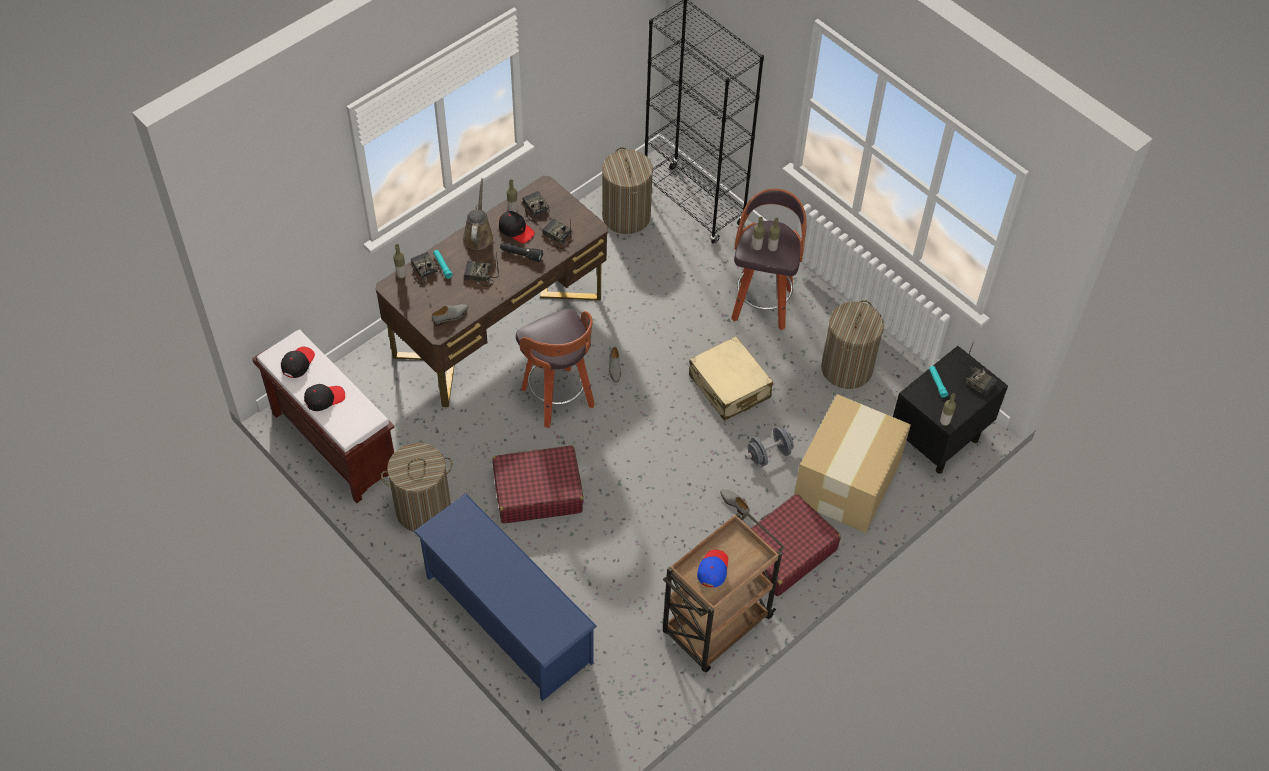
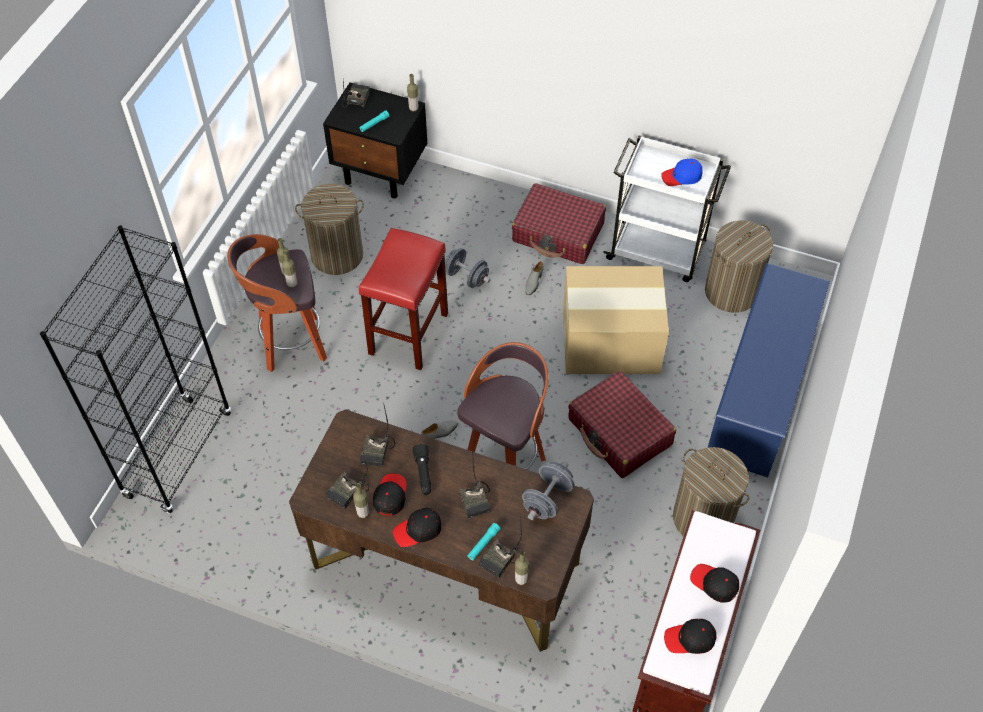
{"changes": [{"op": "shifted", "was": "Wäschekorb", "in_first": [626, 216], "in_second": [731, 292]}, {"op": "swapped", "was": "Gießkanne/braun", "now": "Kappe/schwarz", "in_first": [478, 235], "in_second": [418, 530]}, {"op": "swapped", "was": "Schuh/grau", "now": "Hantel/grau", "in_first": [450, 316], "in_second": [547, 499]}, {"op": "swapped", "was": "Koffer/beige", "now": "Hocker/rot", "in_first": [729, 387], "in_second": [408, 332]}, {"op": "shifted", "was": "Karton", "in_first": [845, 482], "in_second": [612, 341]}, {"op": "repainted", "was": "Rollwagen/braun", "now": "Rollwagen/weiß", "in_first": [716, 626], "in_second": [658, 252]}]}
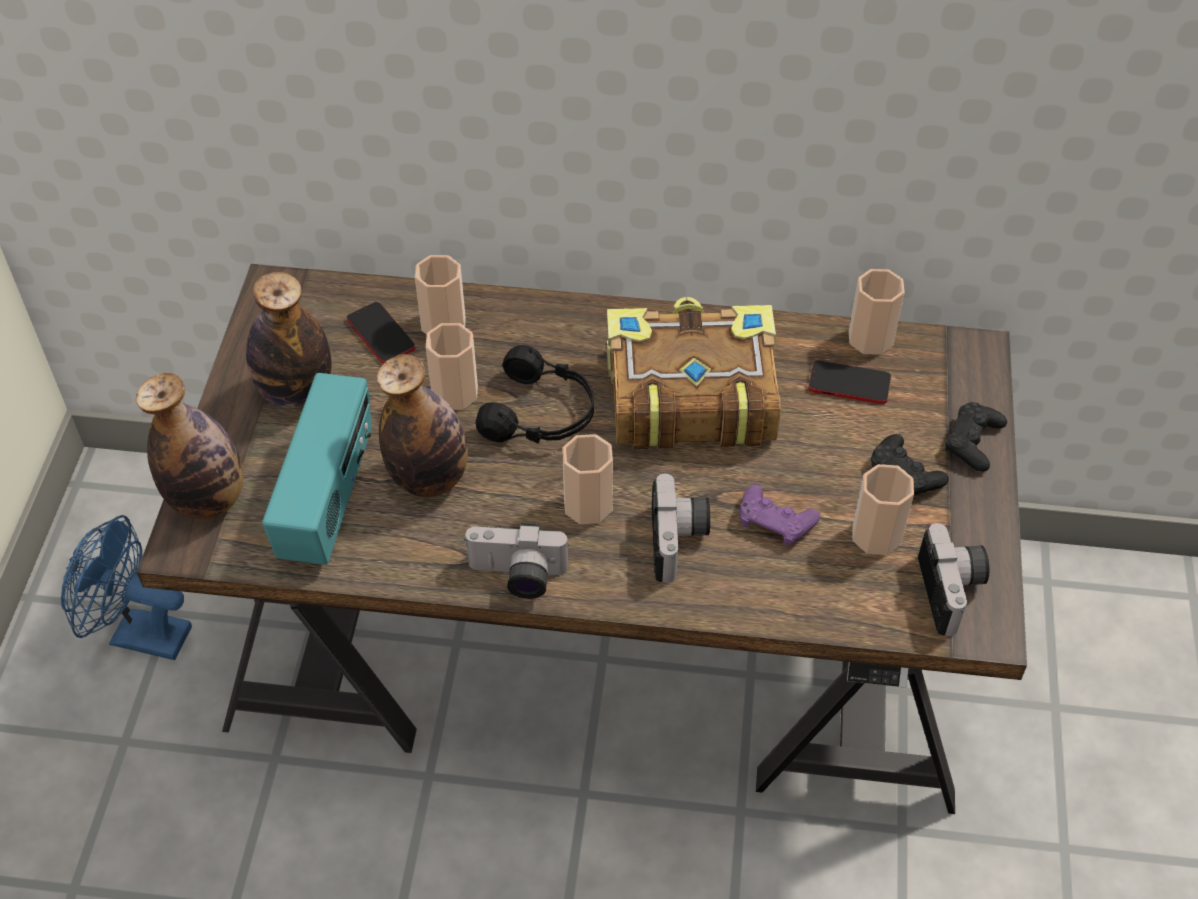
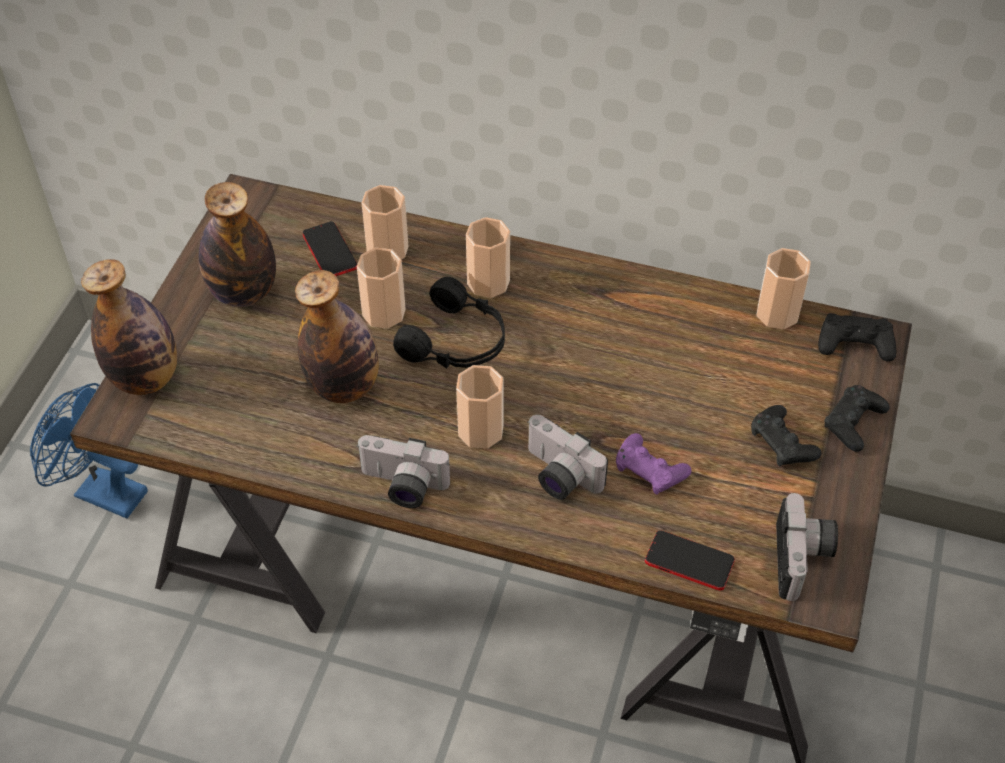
{"changes": [{"op": "gone", "was": "Buch", "in_first": [688, 394]}, {"op": "shifted", "was": "Handy", "in_first": [849, 383], "in_second": [689, 561]}, {"op": "gone", "was": "Radio", "in_first": [329, 499]}, {"op": "shifted", "was": "Tasse", "in_first": [876, 535], "in_second": [488, 282]}, {"op": "rotated", "was": "Kamera", "in_first": [680, 541], "in_second": [557, 476], "clockwise": 120}, {"op": "new", "now": "Gamepad/schwarz", "in_second": [855, 343]}]}
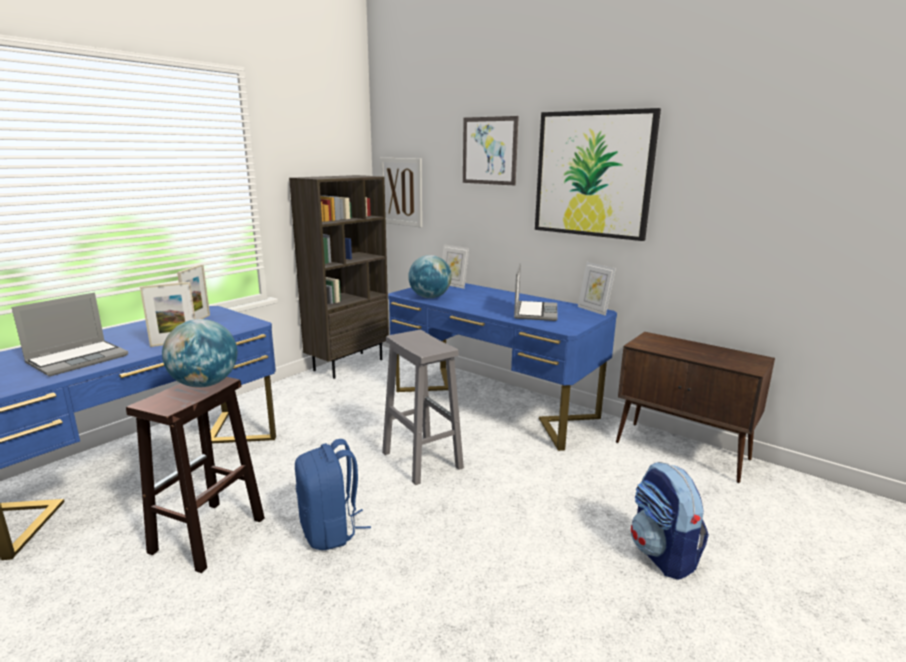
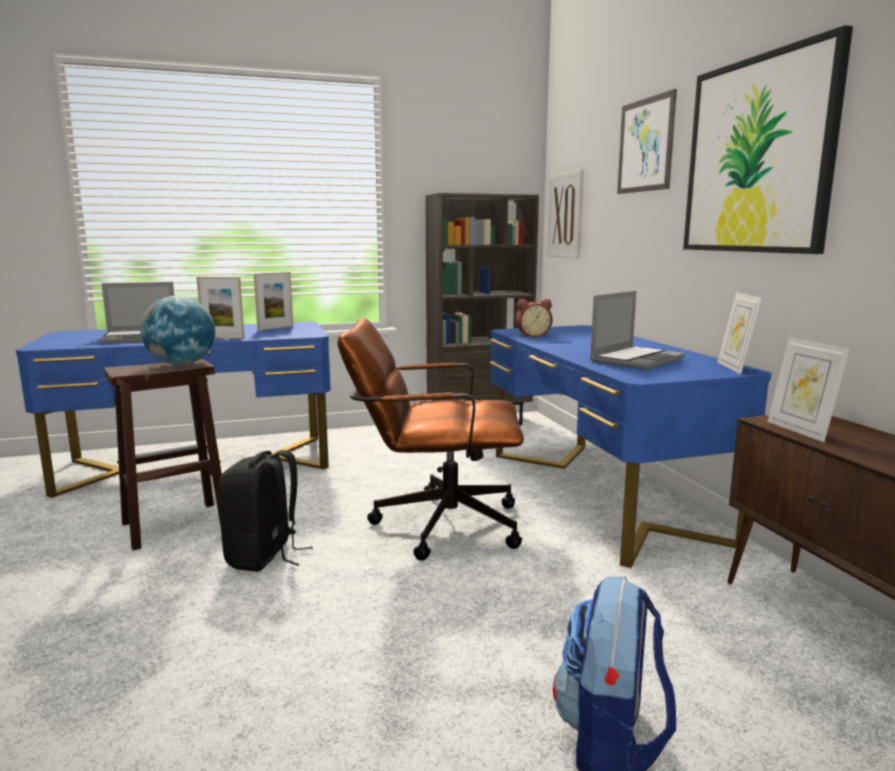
{"changes": [{"op": "shifted", "was": "Bilderrahmen", "in_first": [453, 285], "in_second": [800, 431]}, {"op": "swapped", "was": "Globus", "now": "Wecker", "in_first": [430, 297], "in_second": [532, 336]}, {"op": "swapped", "was": "Hocker/grau", "now": "Bürostuhl/braun", "in_first": [421, 460], "in_second": [434, 524]}, {"op": "repainted", "was": "Rucksack/blau", "now": "Rucksack/schwarz", "in_first": [330, 531], "in_second": [264, 556]}]}
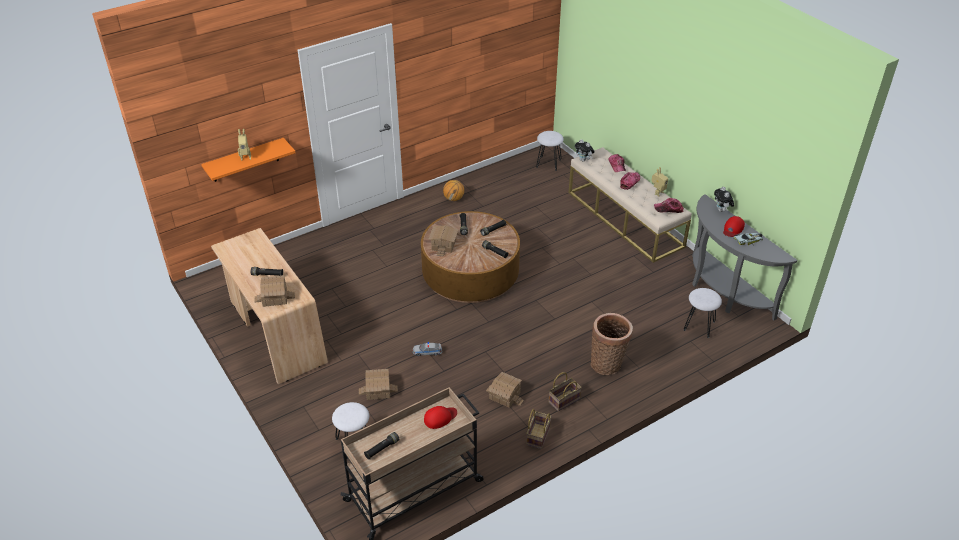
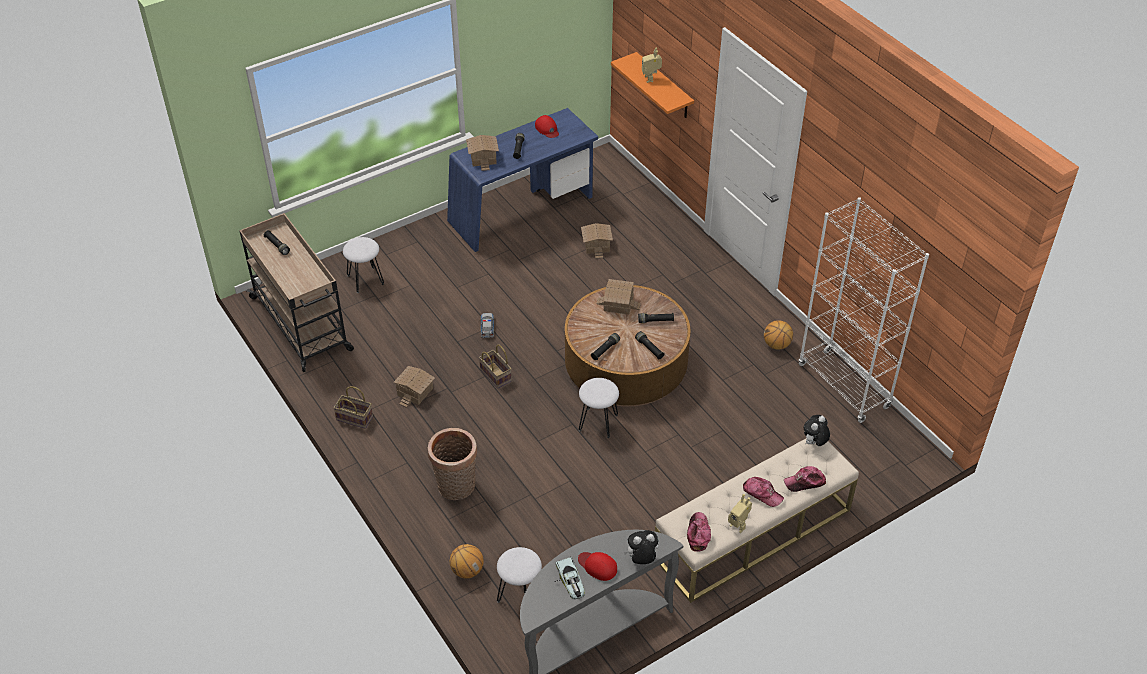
{"changes": [{"op": "shifted", "was": "Hocker/weiß", "in_first": [548, 163], "in_second": [598, 422]}, {"op": "repainted", "was": "Schreibtisch/beige", "now": "Schreibtisch/blau", "in_first": [274, 332], "in_second": [522, 211]}, {"op": "shifted", "was": "Spielzeughaus", "in_first": [378, 390], "in_second": [597, 245]}, {"op": "shifted", "was": "Korb", "in_first": [564, 399], "in_second": [496, 375]}, {"op": "shifted", "was": "Kappe/rot", "in_first": [440, 418], "in_second": [547, 129]}, {"op": "new", "now": "Bücherregal/weiß", "in_second": [843, 386]}, {"op": "new", "now": "Basketball", "in_second": [467, 570]}]}
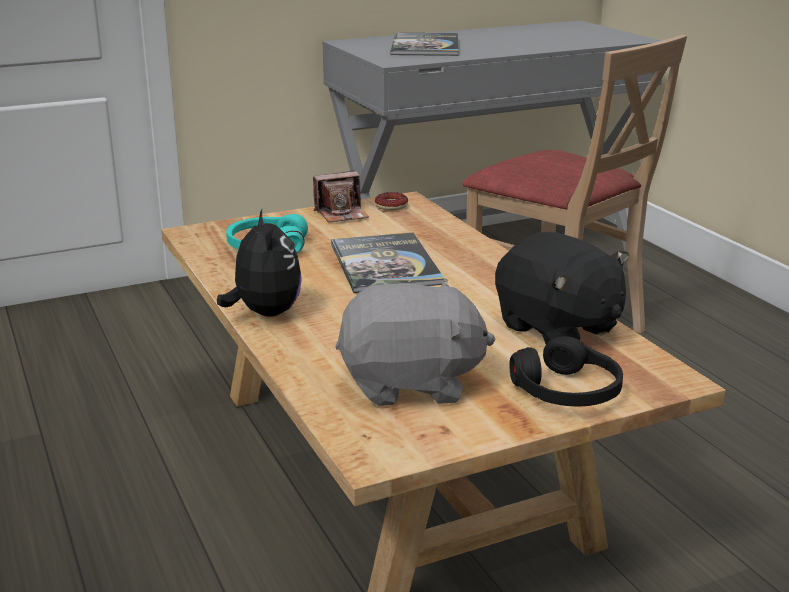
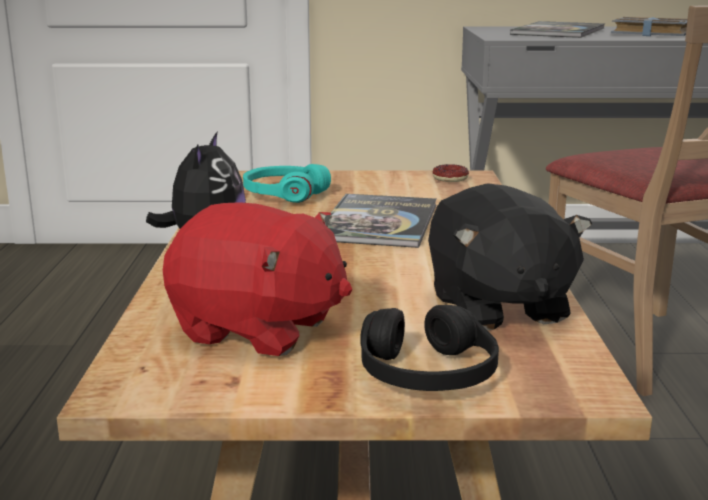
{"changes": [{"op": "gone", "was": "Kamera", "in_first": [341, 214]}, {"op": "repainted", "was": "Plüschtier/grau", "now": "Plüschtier/rot", "in_first": [411, 384], "in_second": [258, 329]}, {"op": "new", "now": "Buch/grau", "in_second": [649, 34]}]}
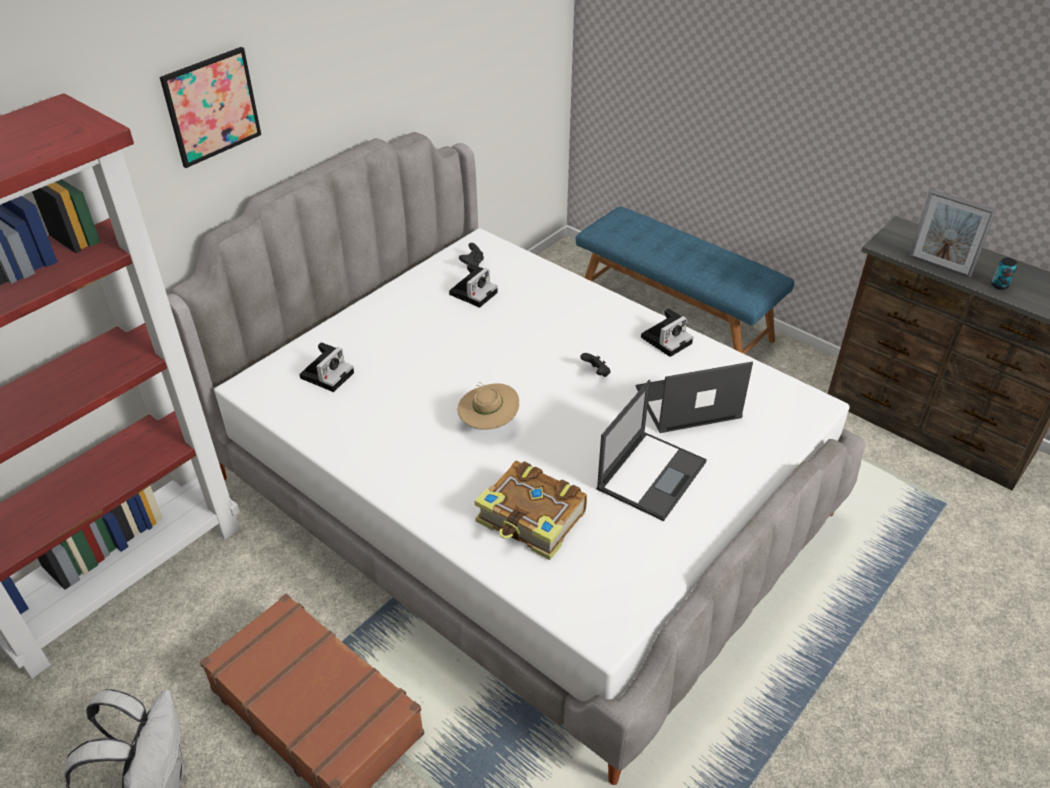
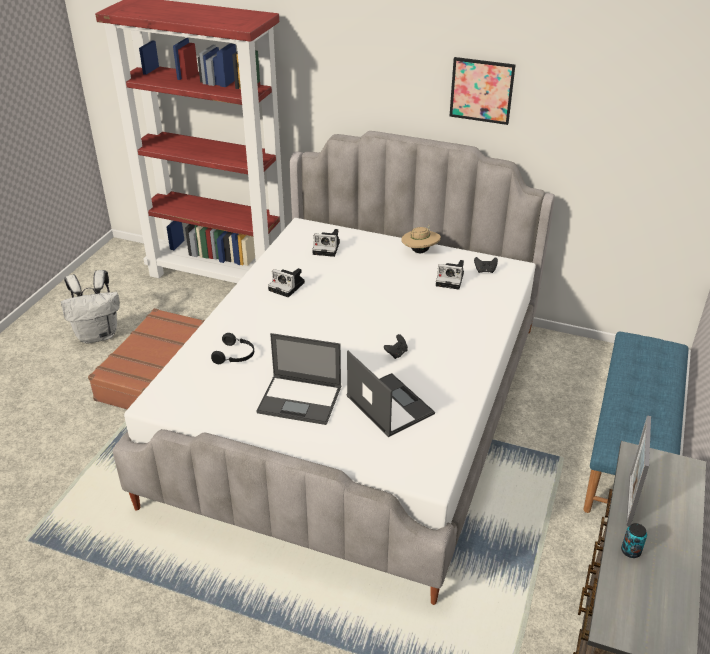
{"changes": [{"op": "shifted", "was": "Bild", "in_first": [212, 107], "in_second": [481, 90]}, {"op": "shifted", "was": "Kamera", "in_first": [667, 339], "in_second": [288, 286]}, {"op": "shifted", "was": "Hut/beige", "in_first": [488, 423], "in_second": [420, 251]}, {"op": "swapped", "was": "Buch", "now": "Kopfhörer/schwarz", "in_first": [532, 520], "in_second": [235, 355]}]}
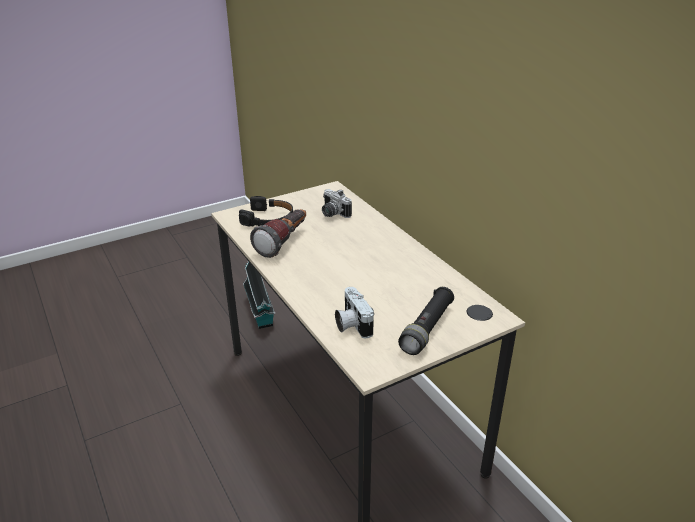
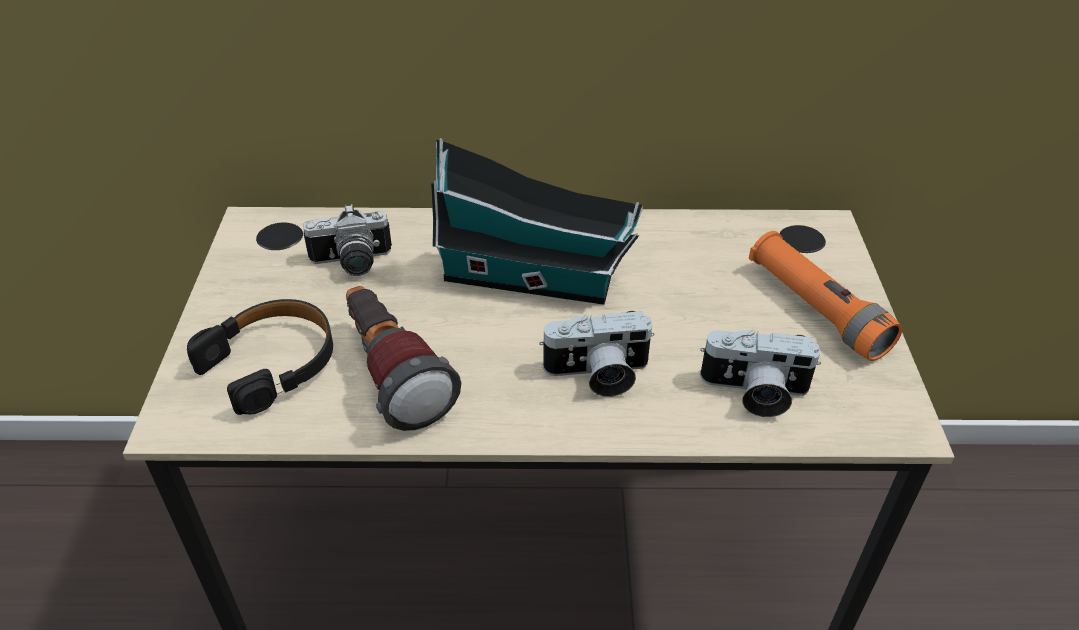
{"changes": [{"op": "shifted", "was": "Spielzeughaus", "in_first": [260, 312], "in_second": [534, 280]}, {"op": "repainted", "was": "Taschenlampe/schwarz", "now": "Taschenlampe/orange", "in_first": [427, 328], "in_second": [816, 309]}, {"op": "new", "now": "Kamera", "in_second": [597, 375]}]}
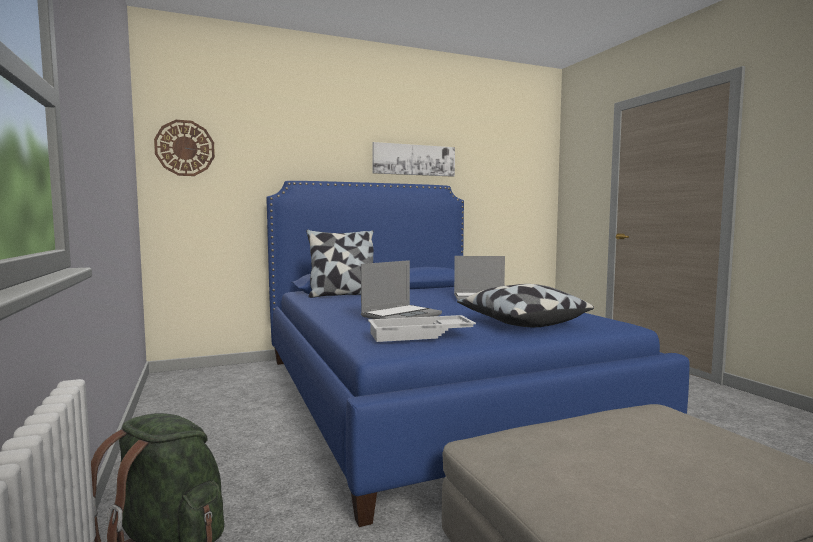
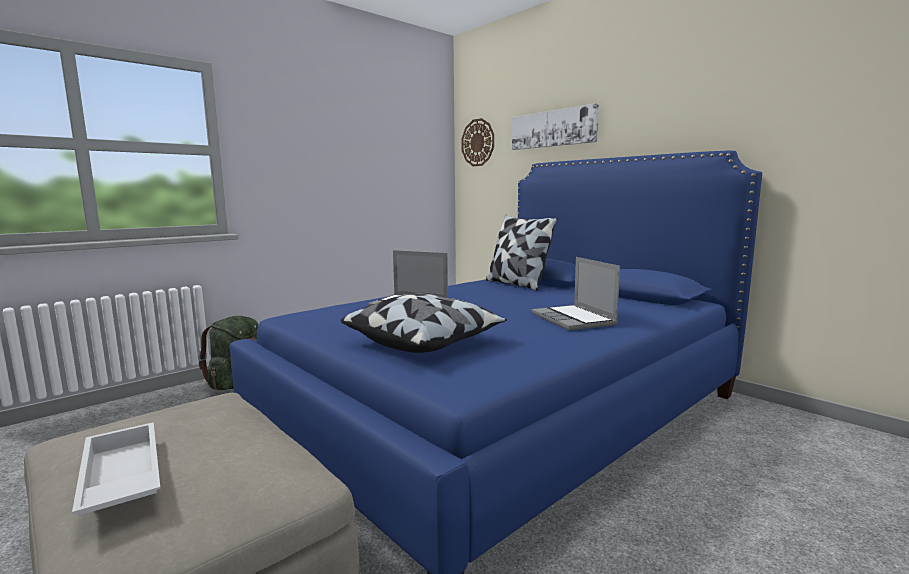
{"changes": [{"op": "shifted", "was": "Bild", "in_first": [414, 160], "in_second": [553, 128]}, {"op": "shifted", "was": "Tablett/weiß", "in_first": [420, 335], "in_second": [119, 479]}]}
